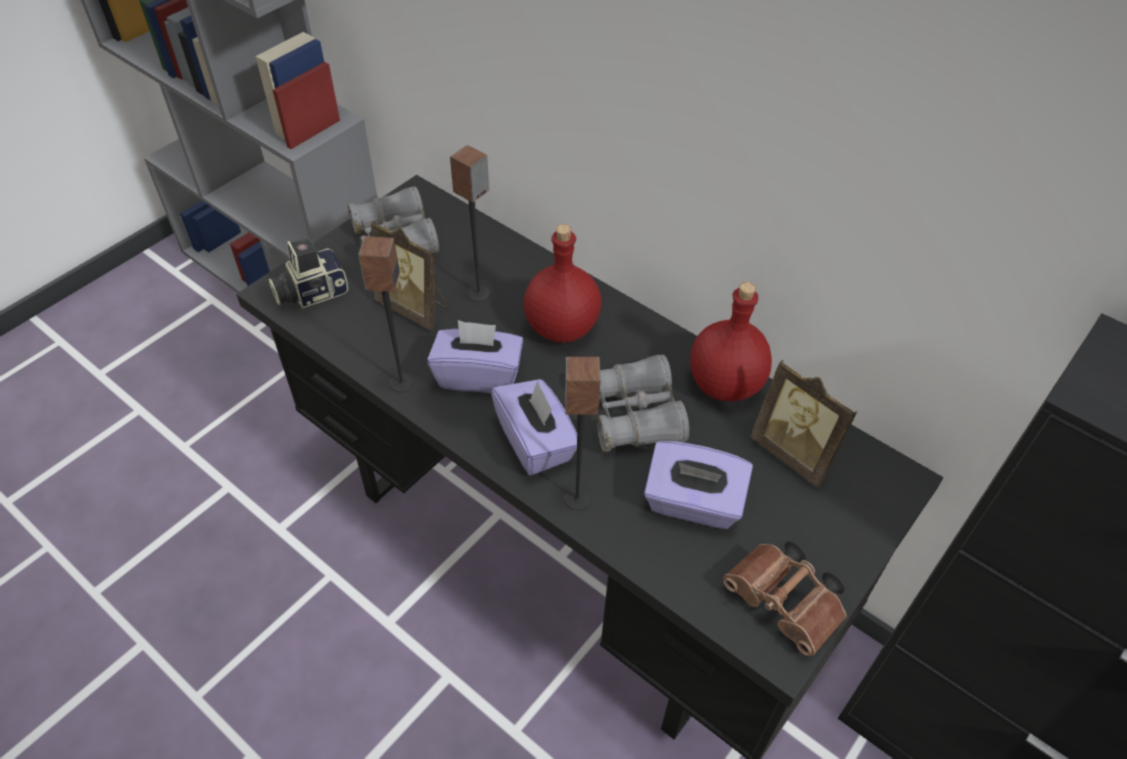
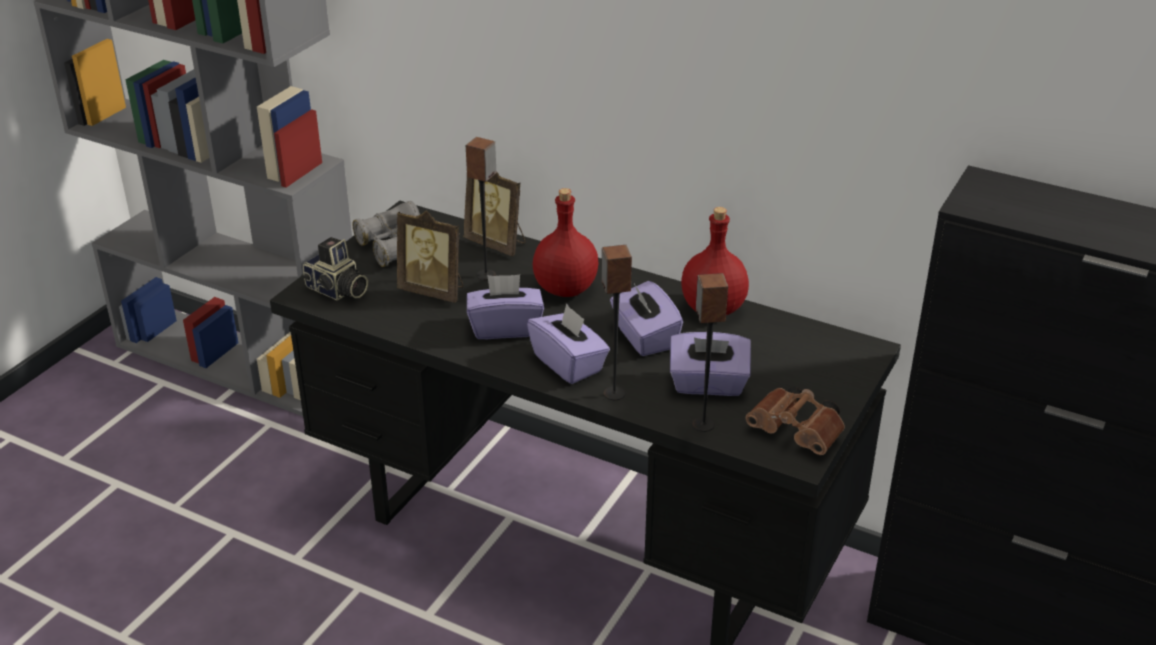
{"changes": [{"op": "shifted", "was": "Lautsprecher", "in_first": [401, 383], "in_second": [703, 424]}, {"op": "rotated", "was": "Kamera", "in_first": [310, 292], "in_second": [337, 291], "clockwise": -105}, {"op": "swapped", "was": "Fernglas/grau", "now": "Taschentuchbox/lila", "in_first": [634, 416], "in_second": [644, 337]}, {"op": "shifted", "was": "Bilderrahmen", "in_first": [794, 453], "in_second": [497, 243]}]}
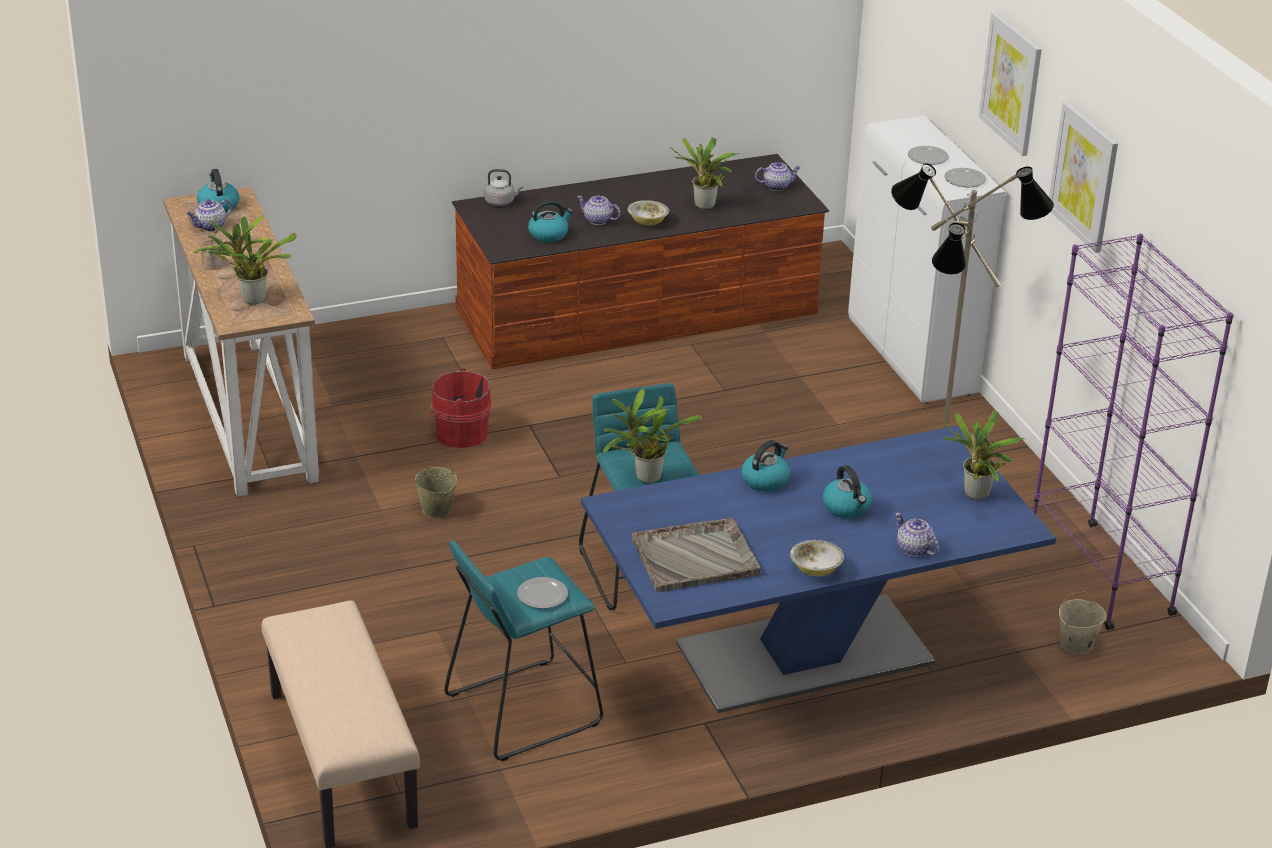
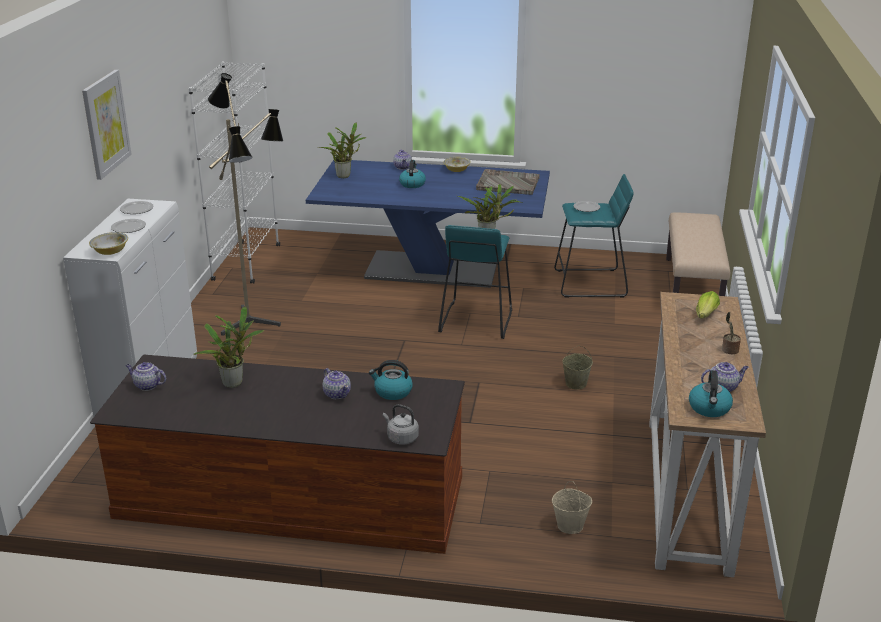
{"changes": [{"op": "gone", "was": "Bild", "in_first": [1084, 176]}, {"op": "shifted", "was": "Schüssel", "in_first": [647, 222], "in_second": [110, 252]}, {"op": "swapped", "was": "Topfpflanze", "now": "Salatkopf", "in_first": [250, 299], "in_second": [705, 316]}, {"op": "repainted", "was": "Bücherregal/lila", "now": "Bücherregal/weiß", "in_first": [1099, 574], "in_second": [246, 263]}, {"op": "gone", "was": "Eimer/rot", "in_first": [459, 433]}, {"op": "gone", "was": "Wasserkessel", "in_first": [765, 480]}, {"op": "shifted", "was": "Eimer/beige", "in_first": [1076, 644], "in_second": [570, 525]}]}
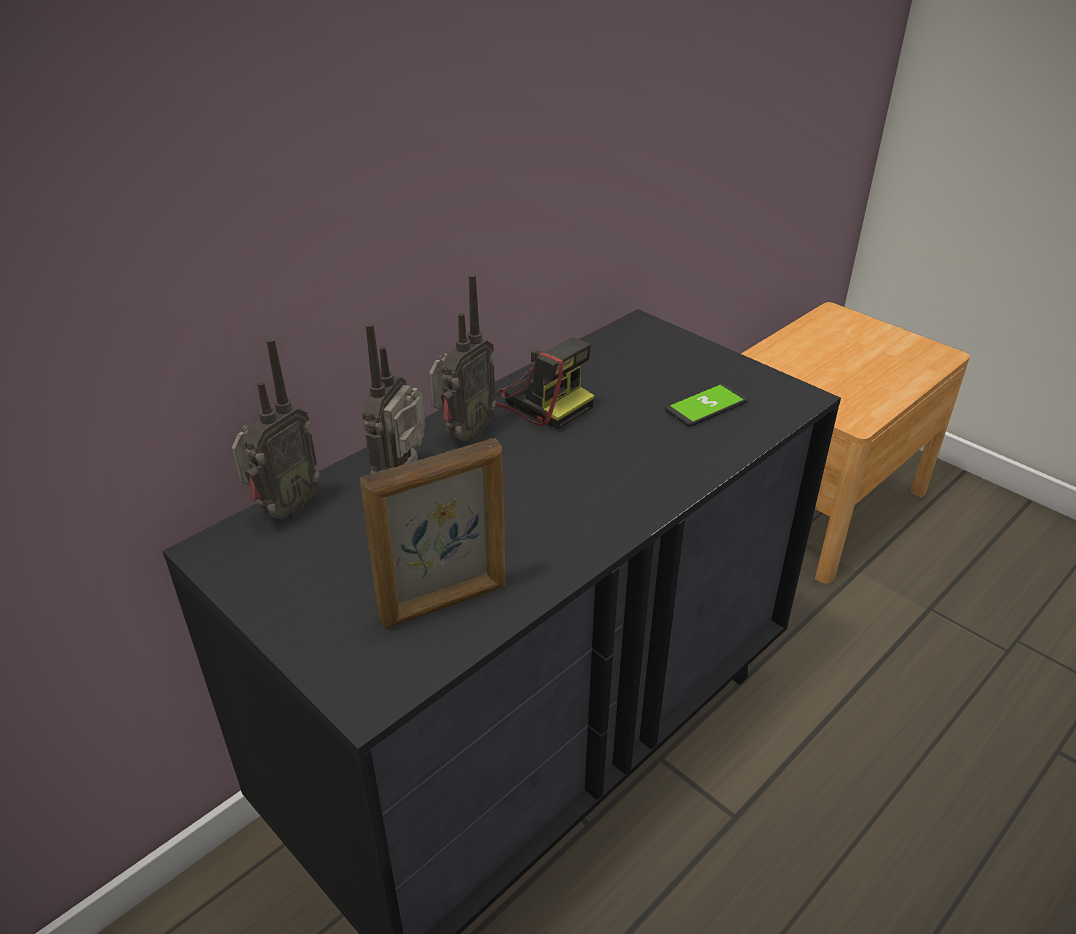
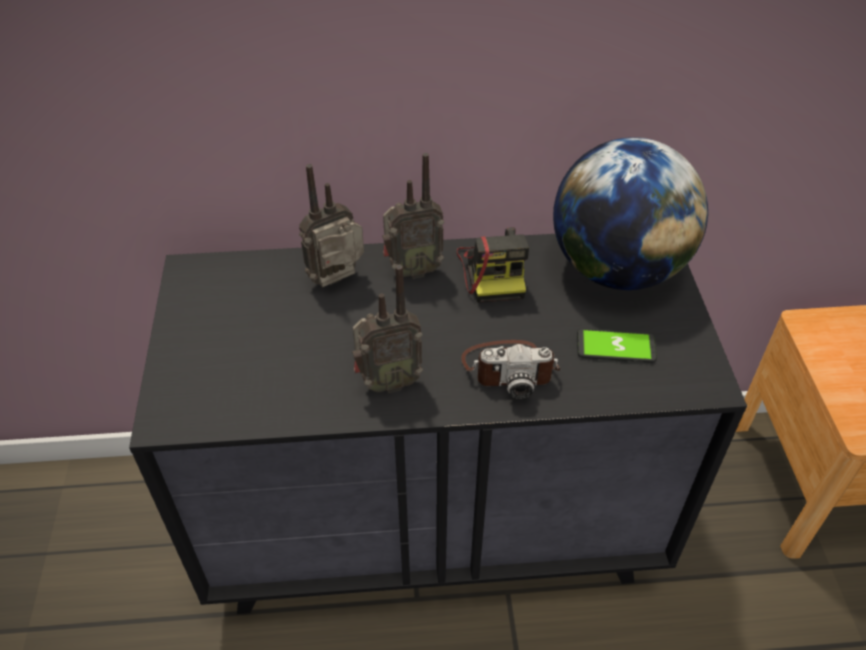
{"changes": [{"op": "shifted", "was": "Radio", "in_first": [284, 510], "in_second": [387, 382]}, {"op": "gone", "was": "Bilderrahmen", "in_first": [445, 603]}, {"op": "new", "now": "Globus", "in_second": [616, 269]}, {"op": "new", "now": "Kamera", "in_second": [509, 368]}]}
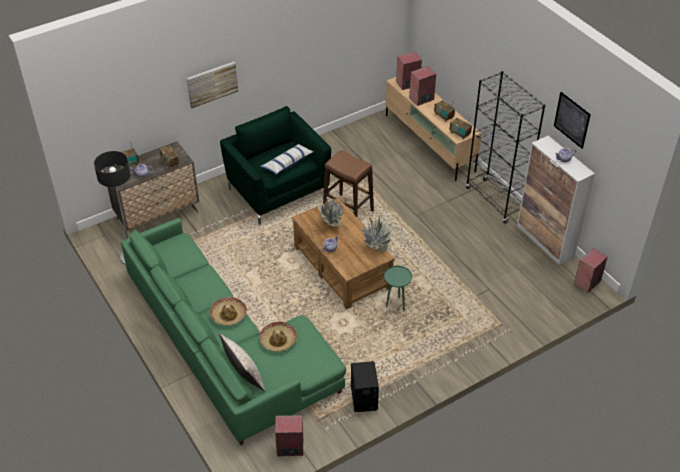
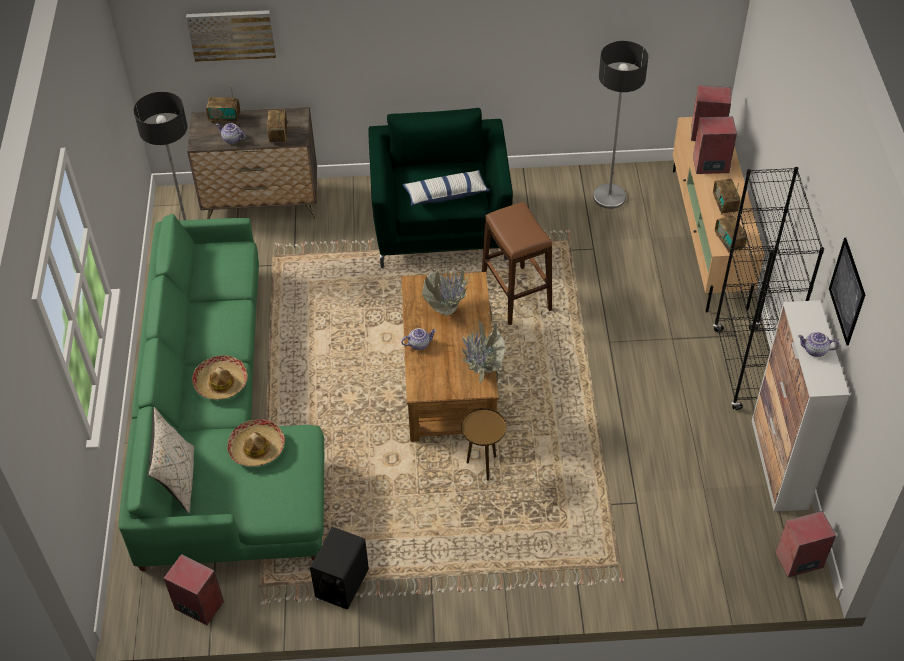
{"changes": [{"op": "shifted", "was": "Bild", "in_first": [212, 84], "in_second": [231, 34]}, {"op": "repainted", "was": "Beistelltisch/grün", "now": "Beistelltisch/braun", "in_first": [396, 305], "in_second": [483, 466]}, {"op": "new", "now": "Stehlampe", "in_second": [609, 196]}]}
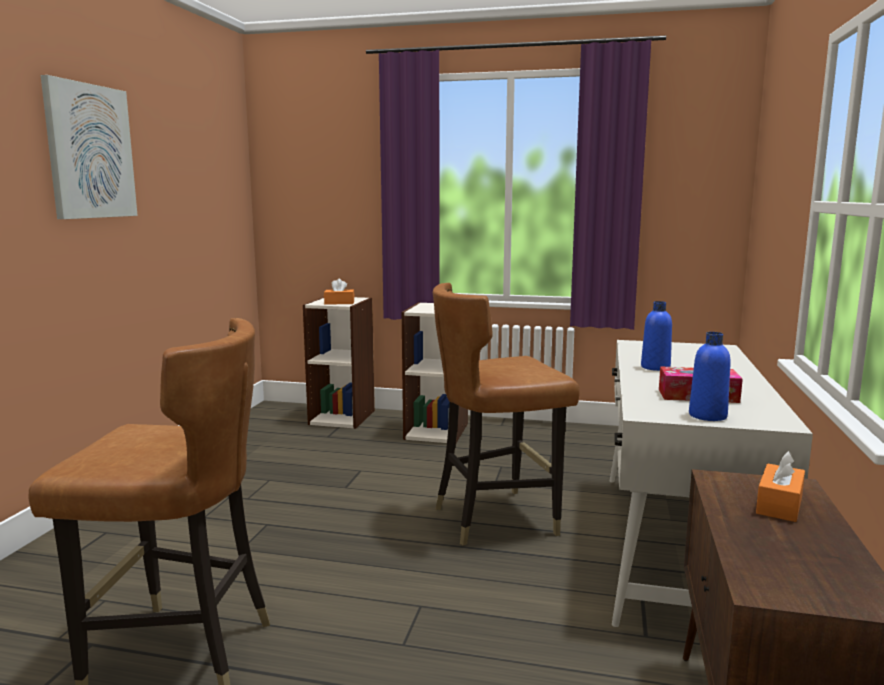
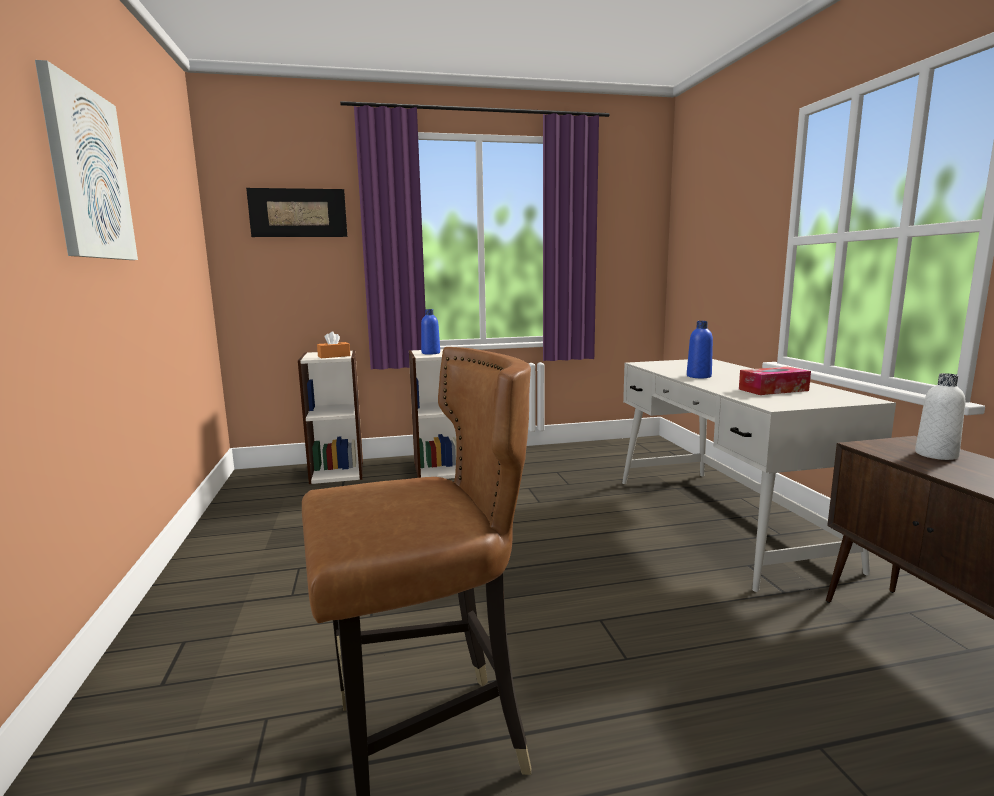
{"changes": [{"op": "gone", "was": "Stuhl/braun", "in_first": [496, 518]}, {"op": "shifted", "was": "Flasche/blau", "in_first": [707, 416], "in_second": [430, 353]}, {"op": "swapped", "was": "Taschentuchbox/orange", "now": "Flasche/weiß", "in_first": [779, 505], "in_second": [936, 455]}, {"op": "new", "now": "Bild", "in_second": [298, 213]}]}
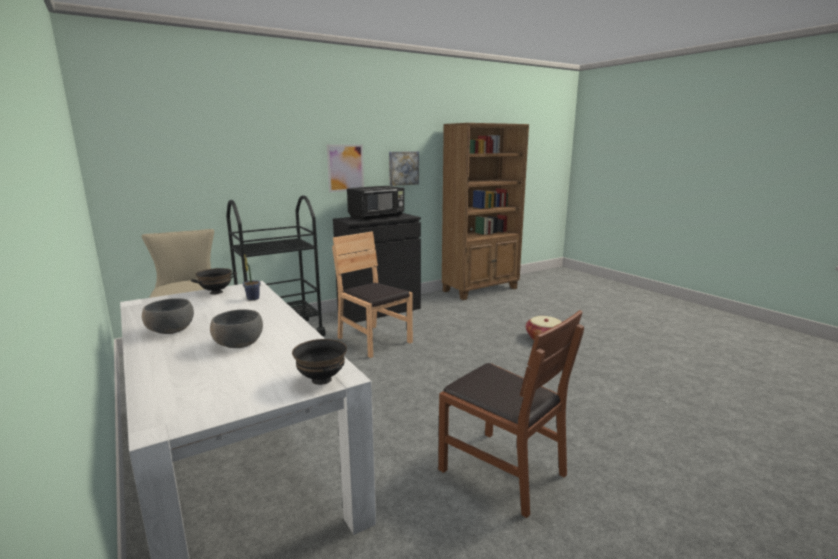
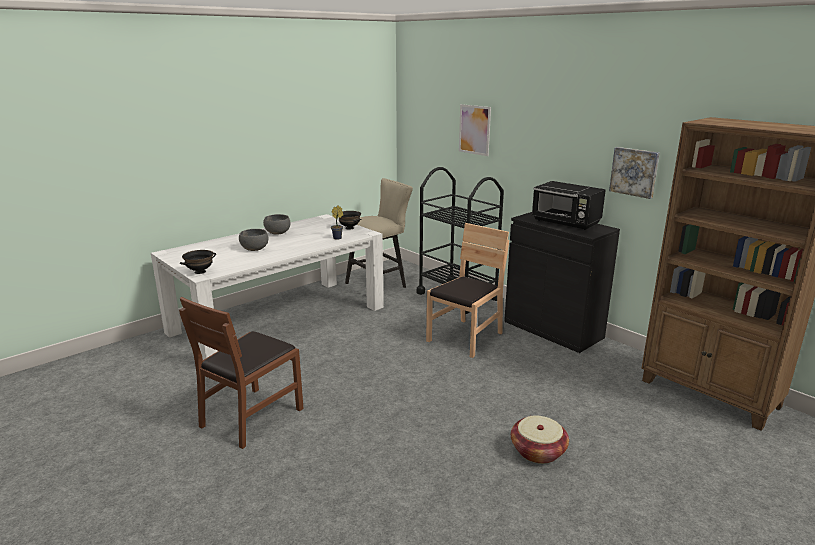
{"changes": [{"op": "shifted", "was": "Bild", "in_first": [345, 168], "in_second": [474, 129]}]}
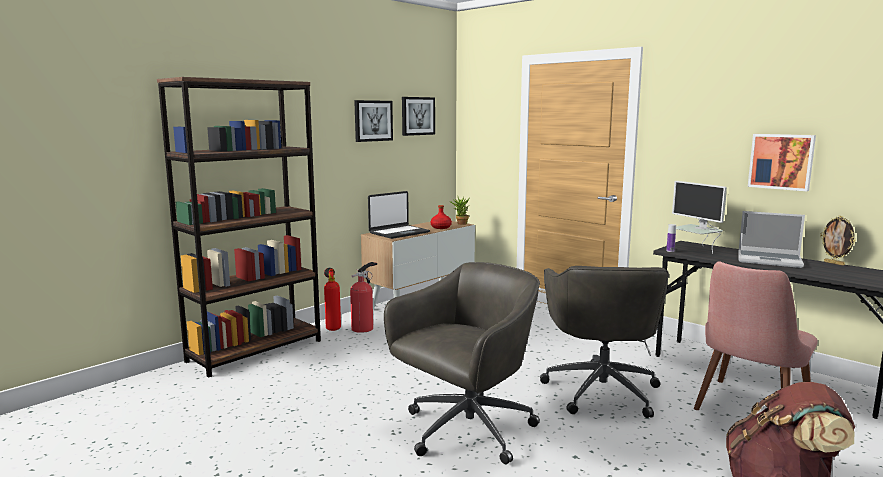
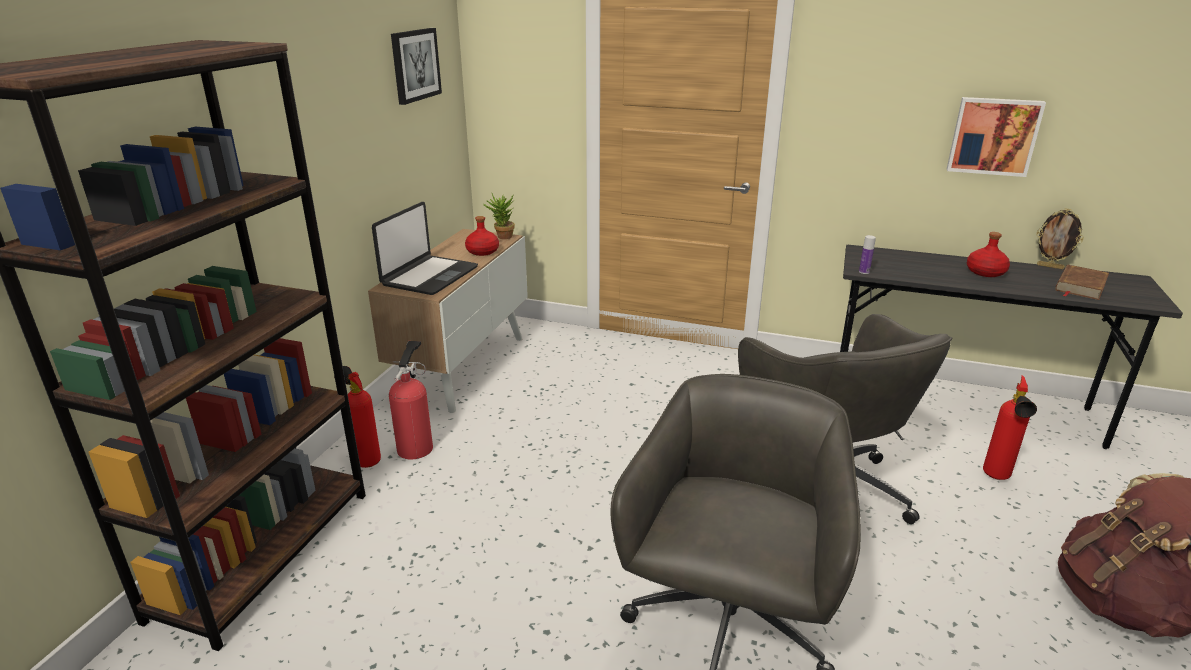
{"changes": [{"op": "gone", "was": "Bild", "in_first": [373, 120]}, {"op": "gone", "was": "Monitor", "in_first": [696, 249]}, {"op": "swapped", "was": "Laptop", "now": "Flasche/rot", "in_first": [770, 260], "in_second": [985, 272]}, {"op": "swapped", "was": "Stuhl/rosa", "now": "Feuerlöscher", "in_first": [747, 413], "in_second": [996, 478]}, {"op": "new", "now": "Buch/braun", "in_second": [1080, 286]}]}
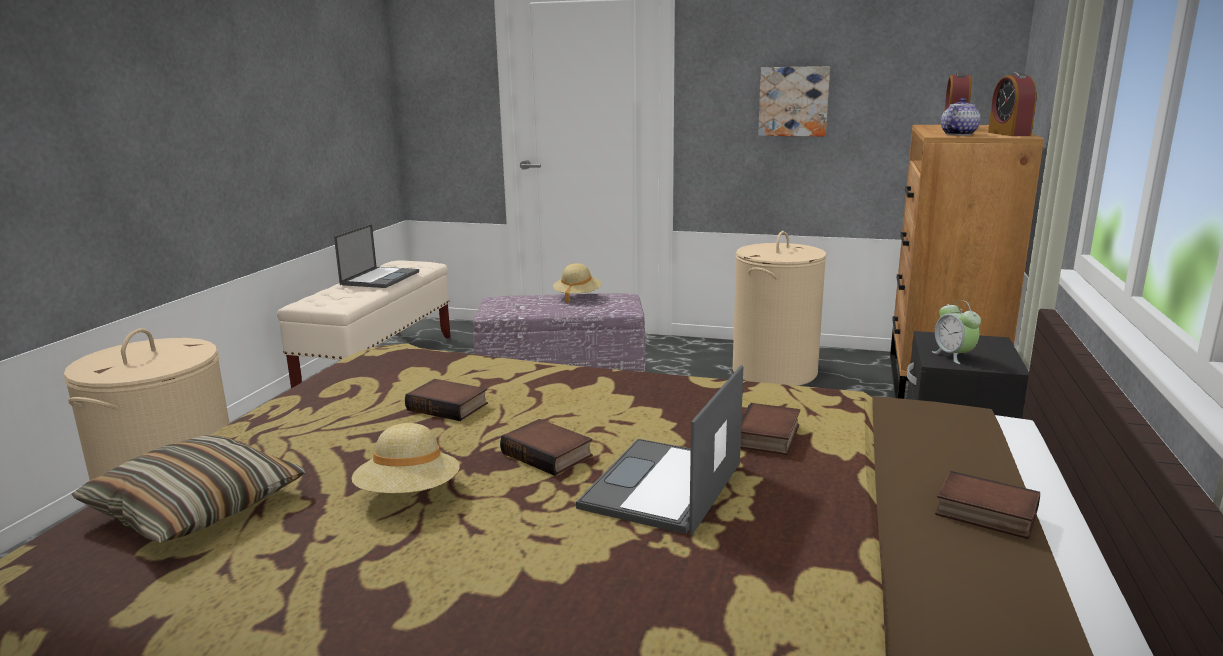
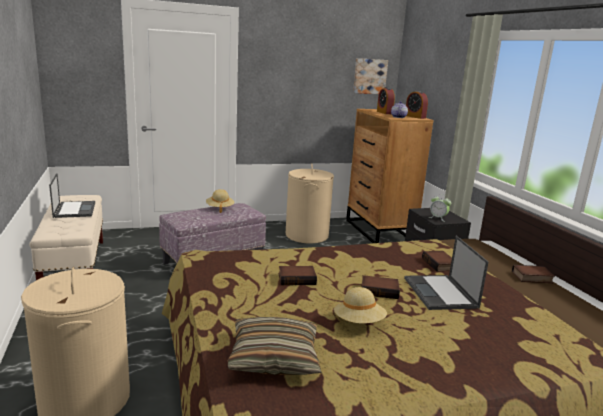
{"changes": [{"op": "shifted", "was": "Bild", "in_first": [793, 101], "in_second": [369, 76]}]}
